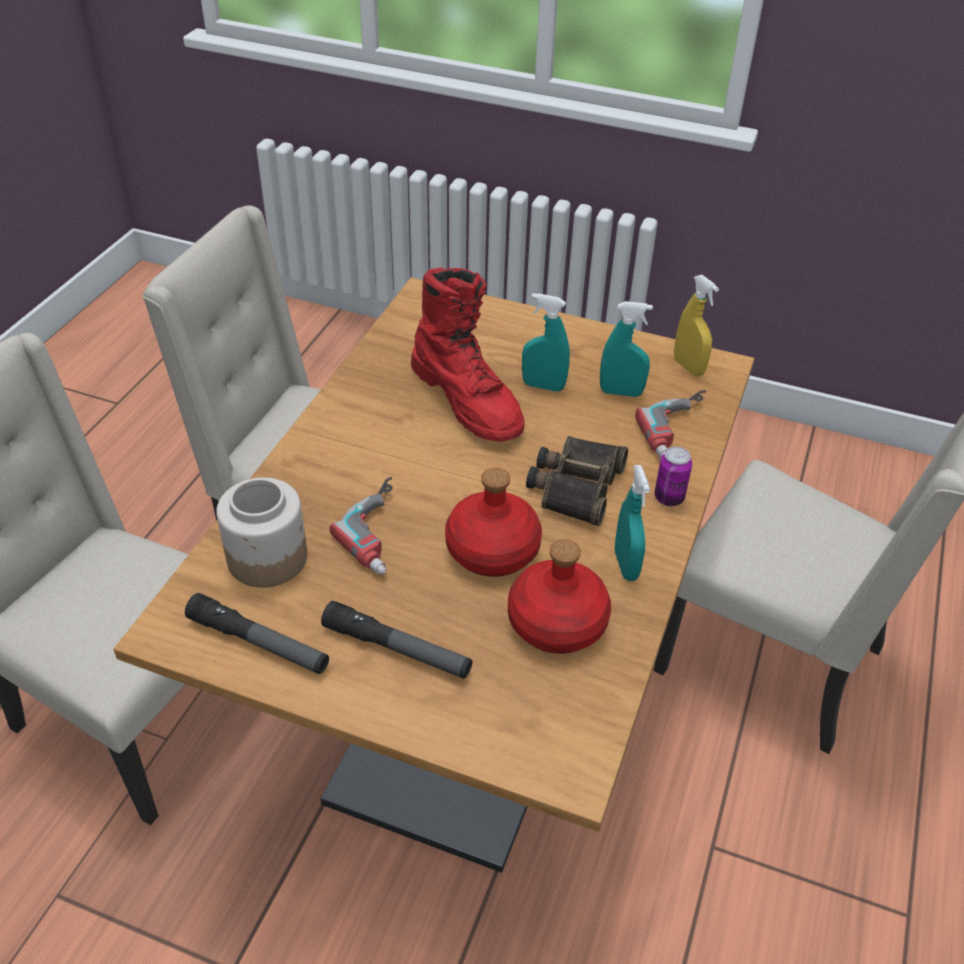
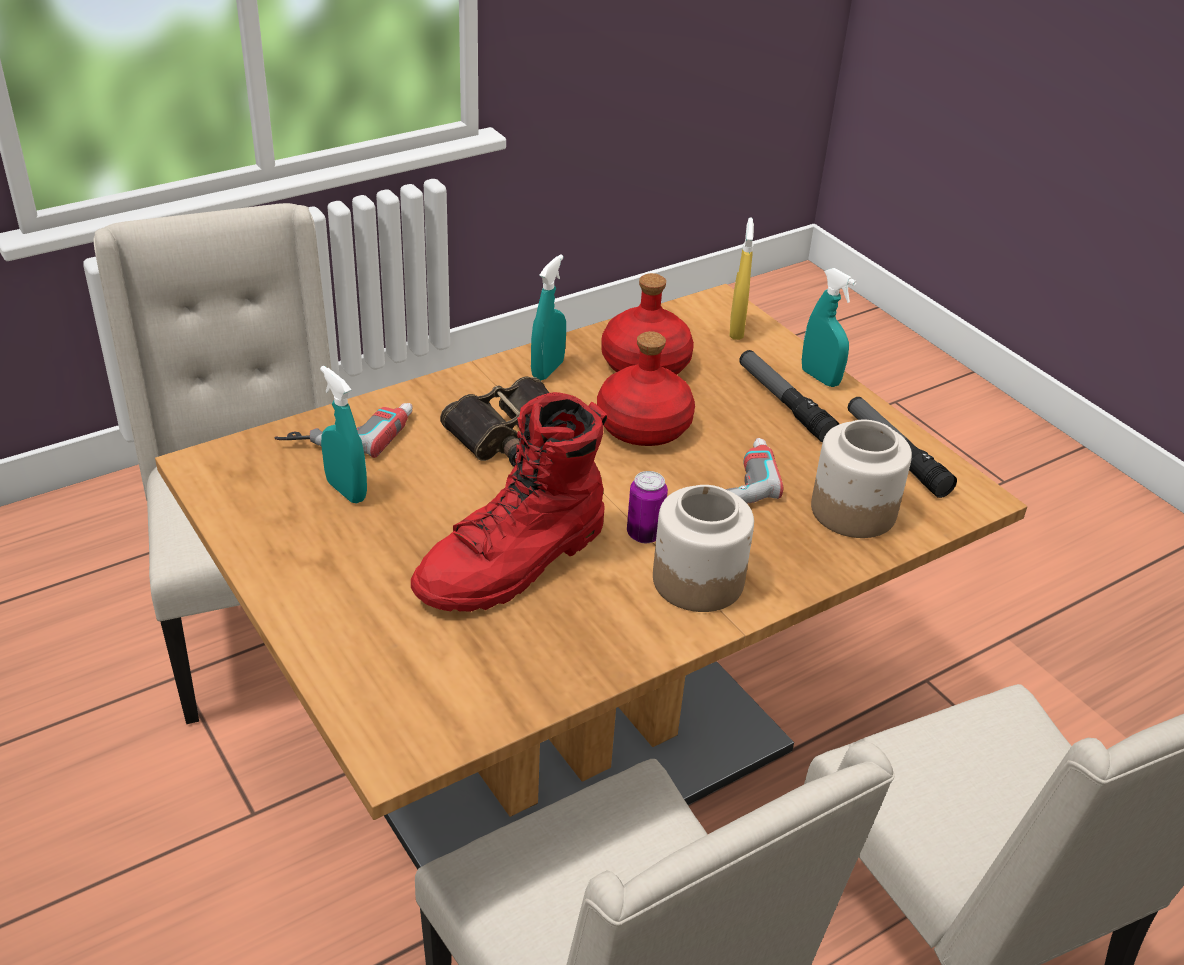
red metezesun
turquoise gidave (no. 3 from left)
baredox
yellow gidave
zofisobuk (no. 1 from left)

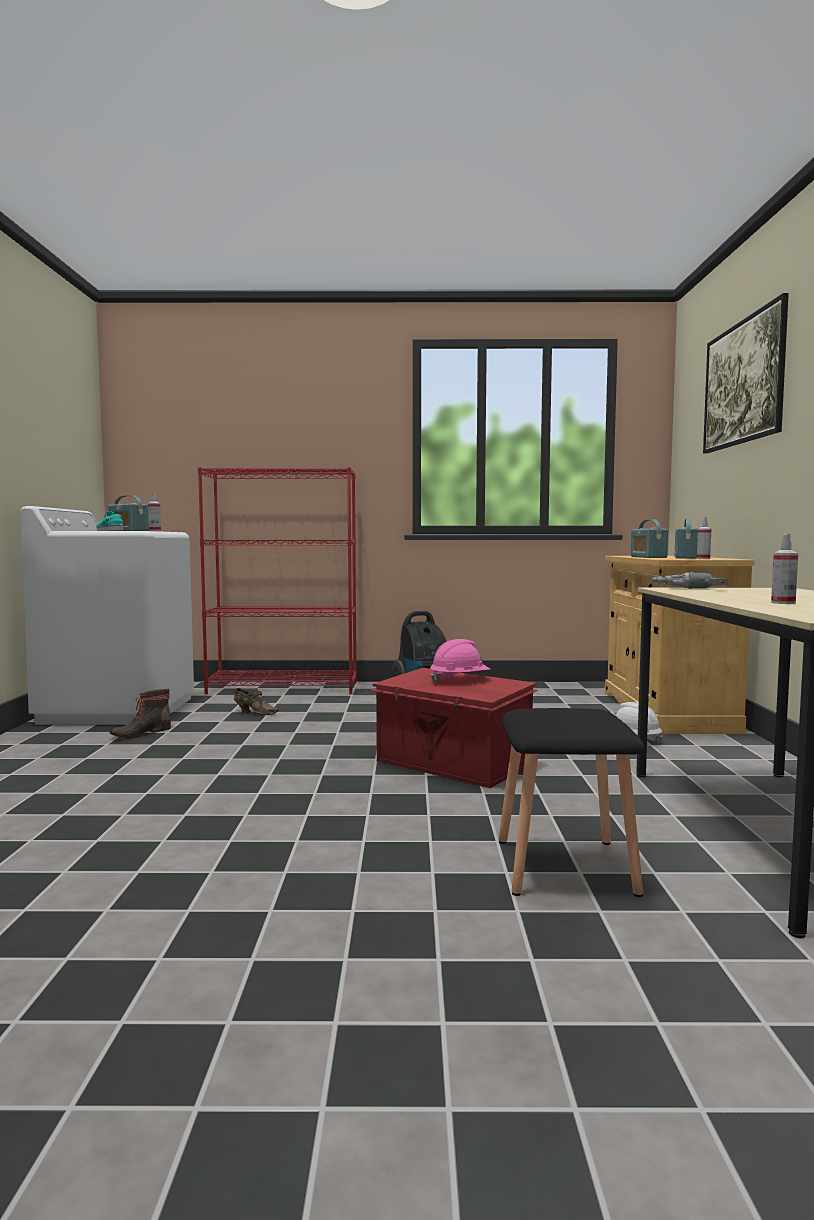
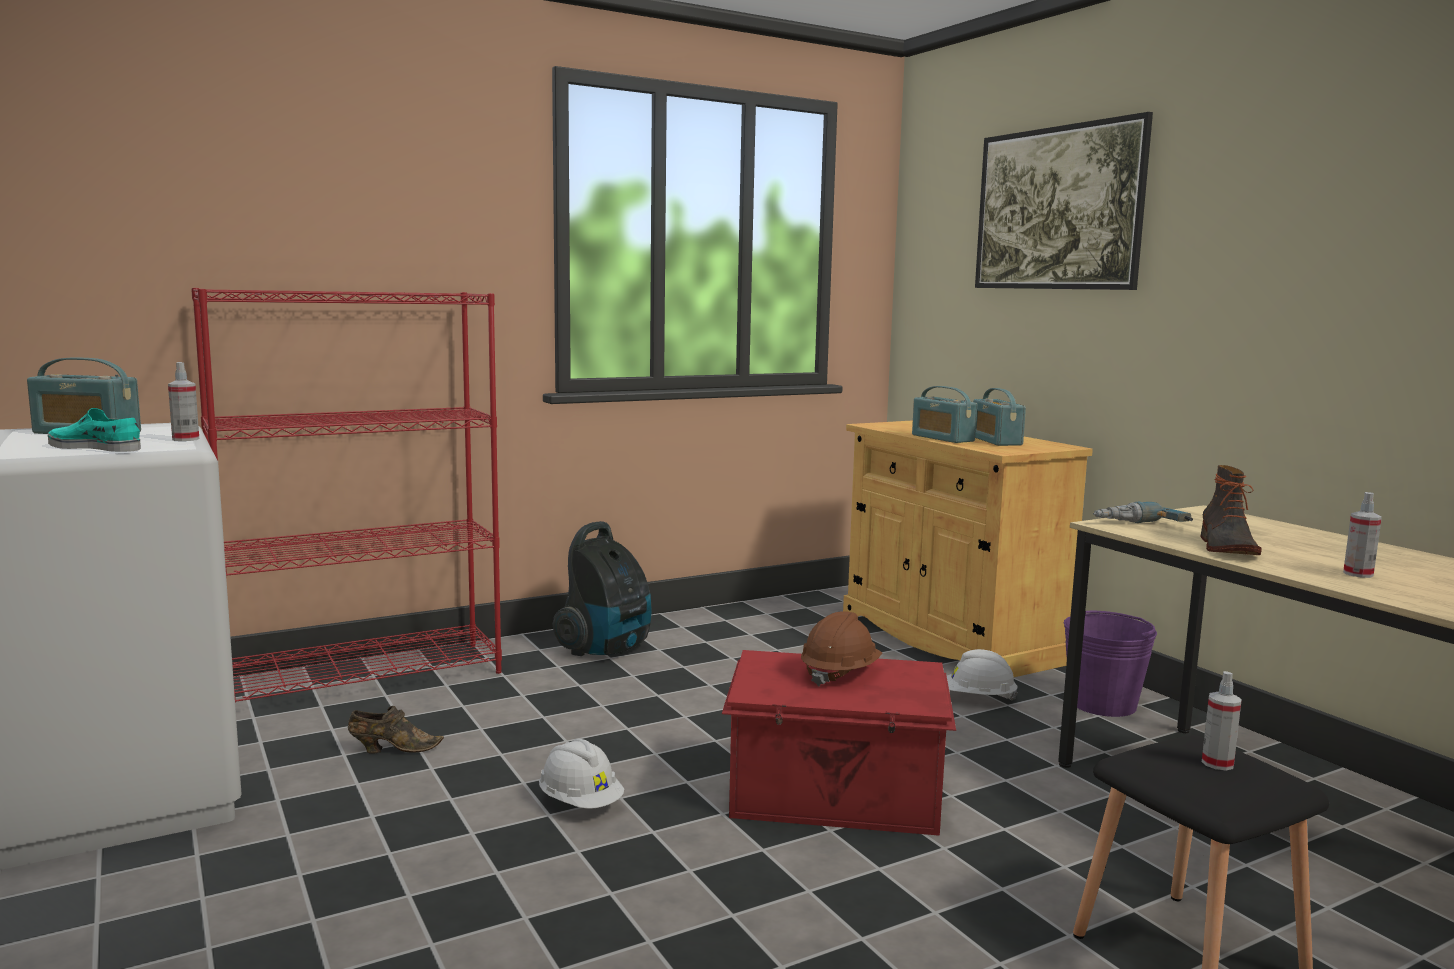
metezesun
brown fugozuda
gidave (no. 2 from left)
white fugozuda (no. 1 from left)
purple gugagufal

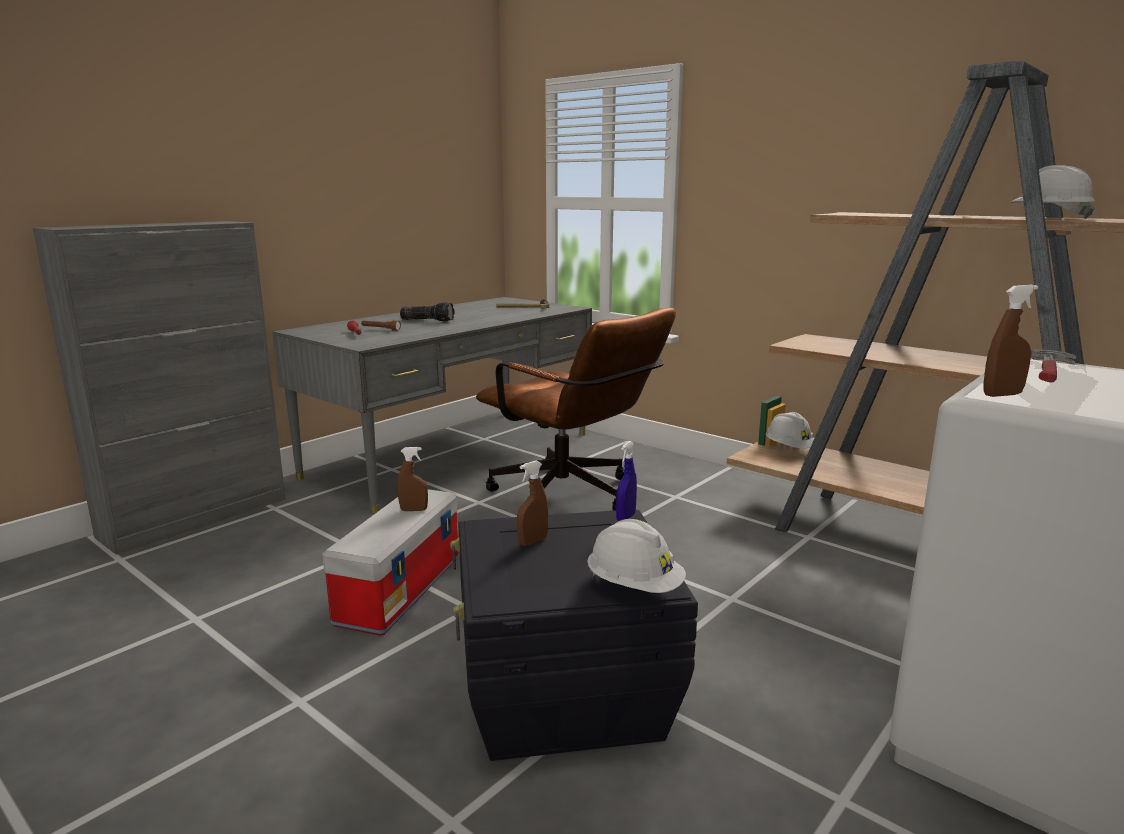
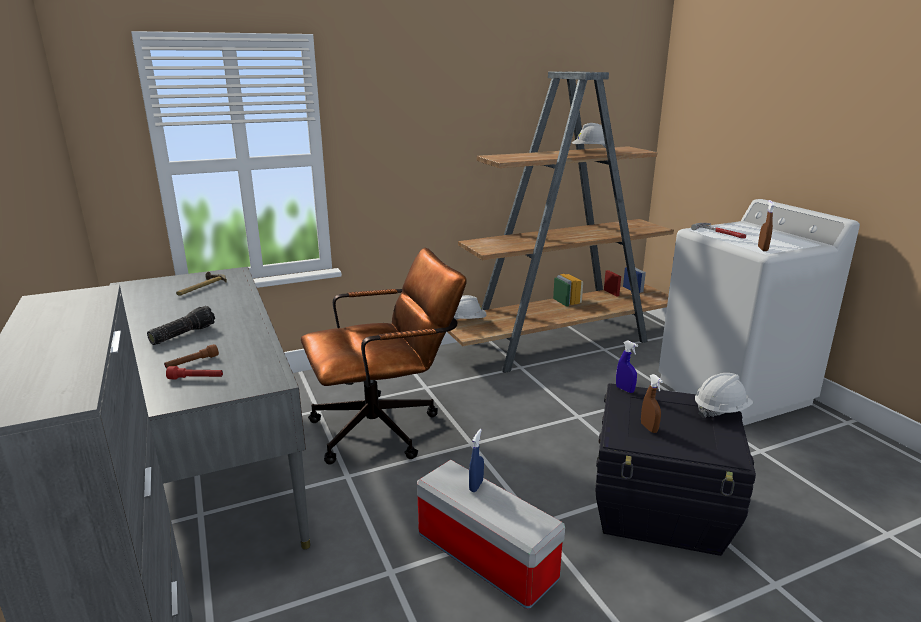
blue gidave (no. 1 from left)

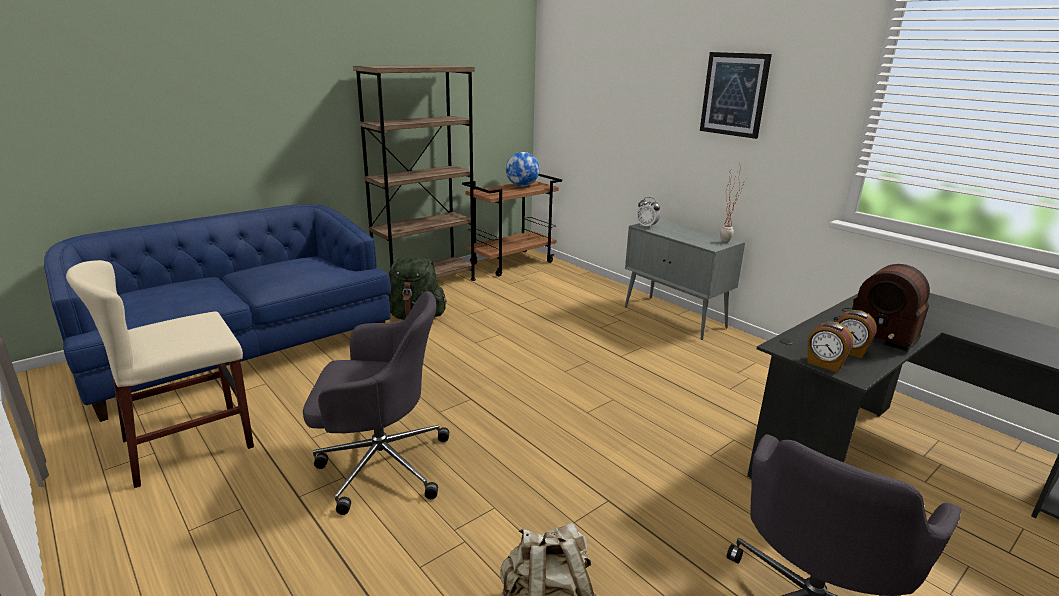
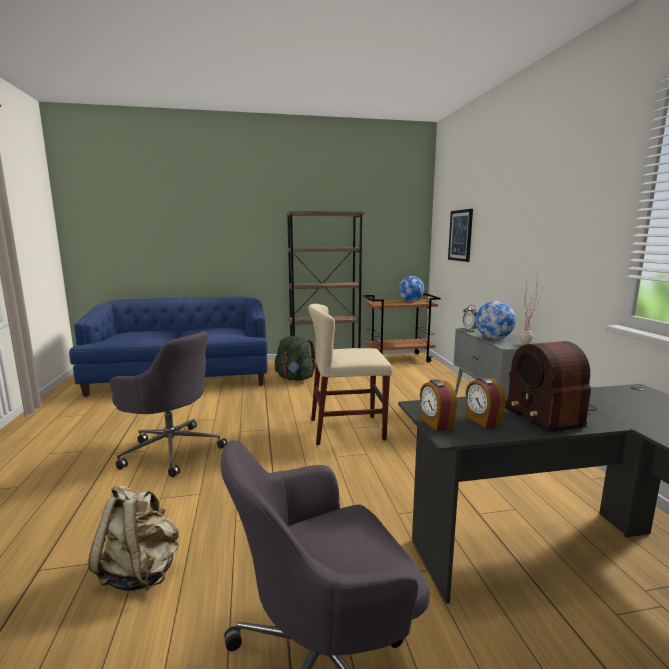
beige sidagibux
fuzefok
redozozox (no. 2 from left)

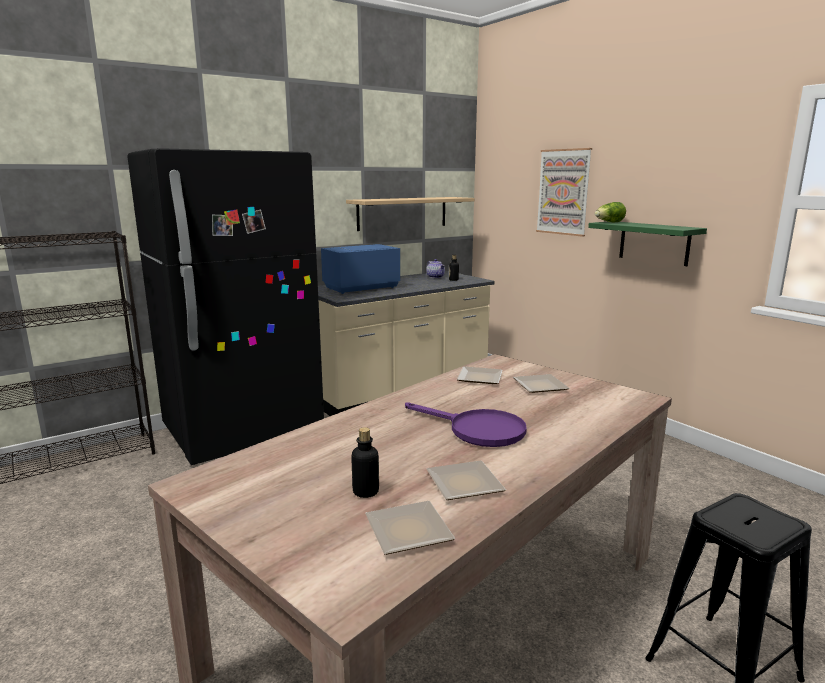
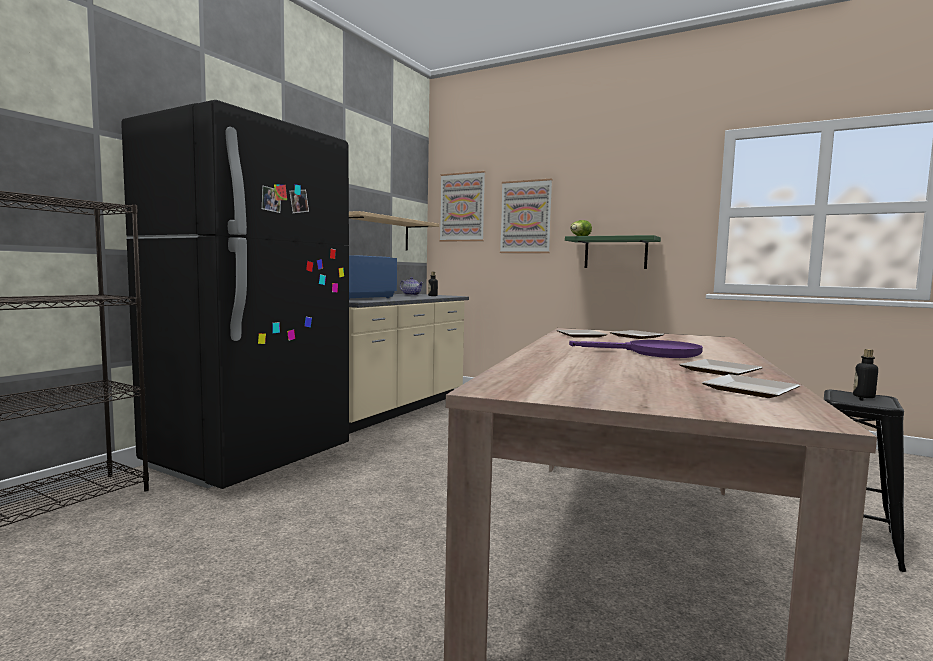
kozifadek (no. 2 from left)
fuzefok (no. 1 from left)

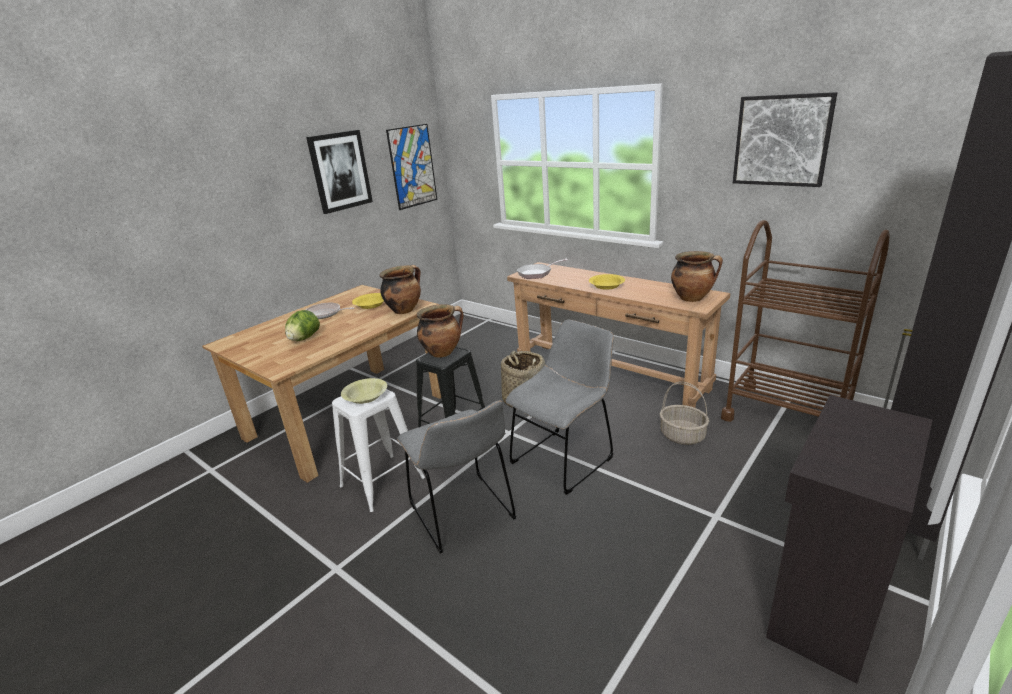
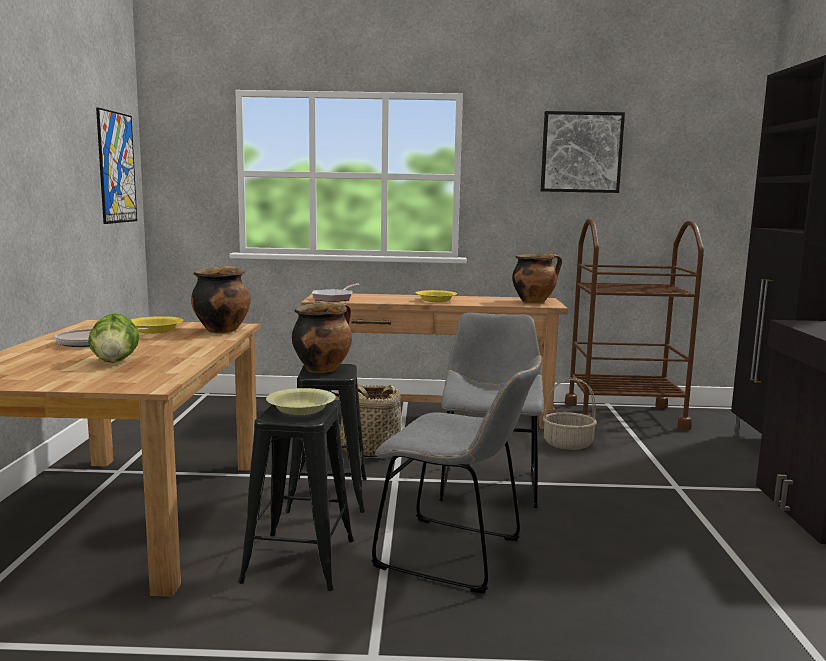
fuzefok (no. 1 from left in the first image)
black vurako (no. 1 from left)

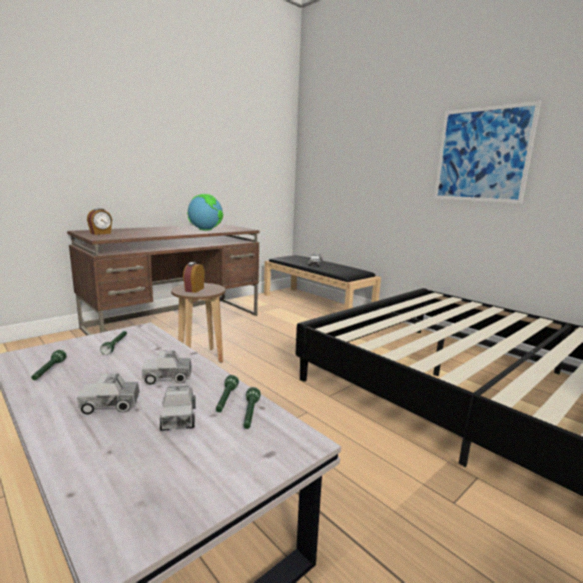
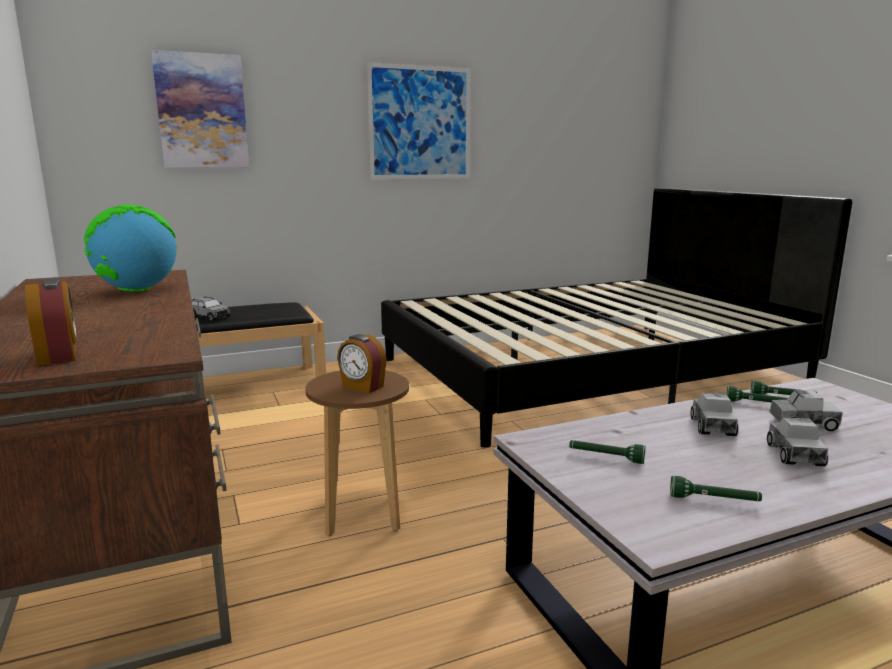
fuzefok (no. 1 from left)

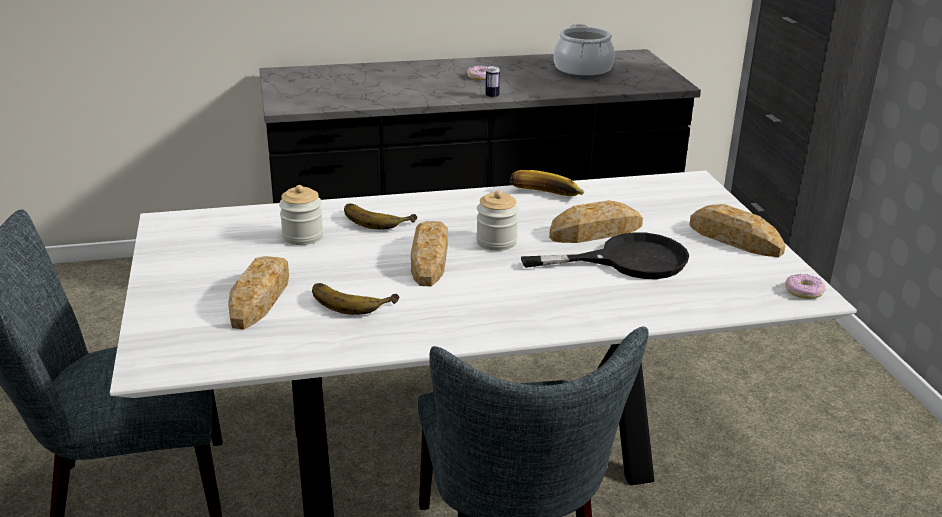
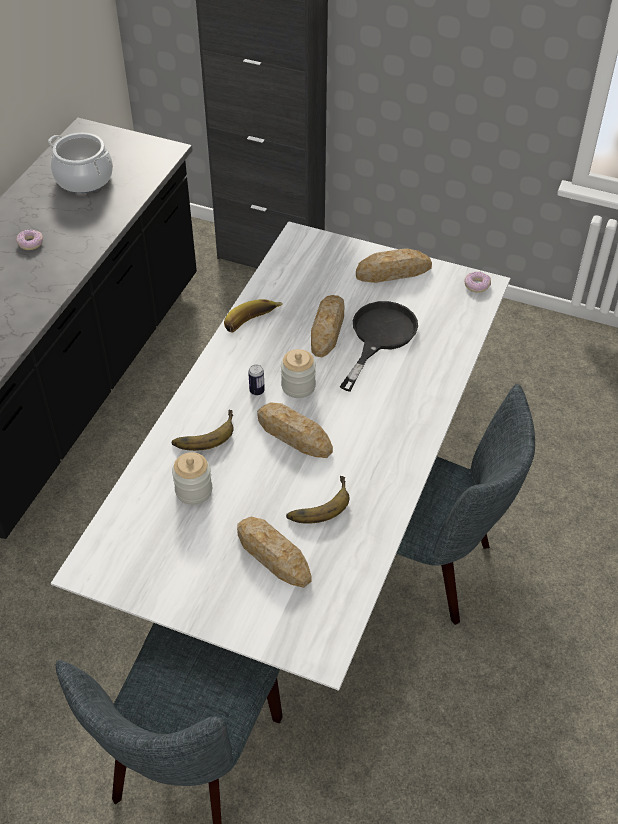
baredox

